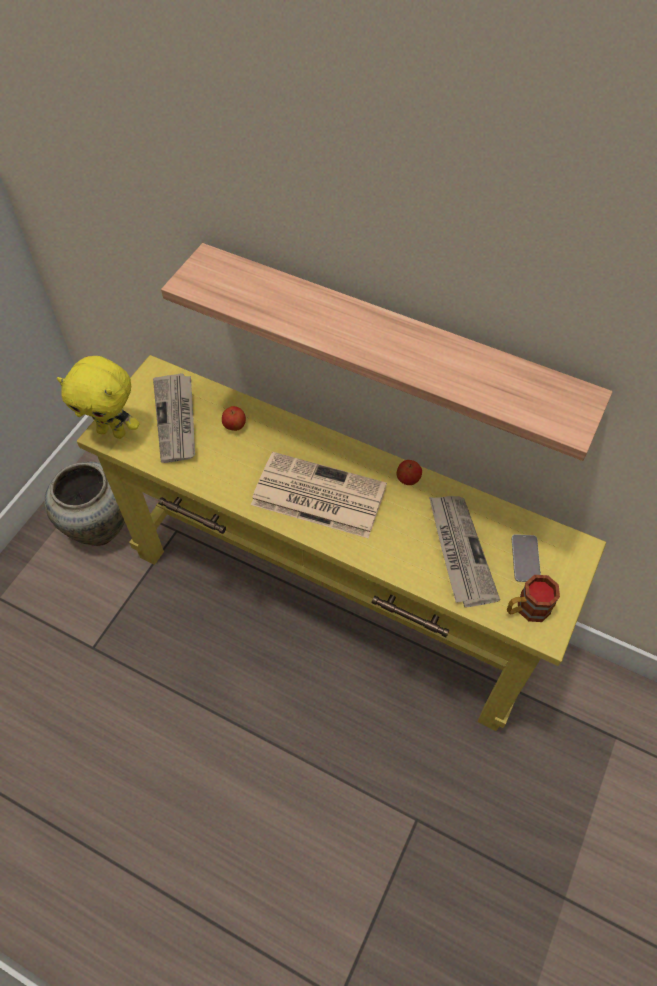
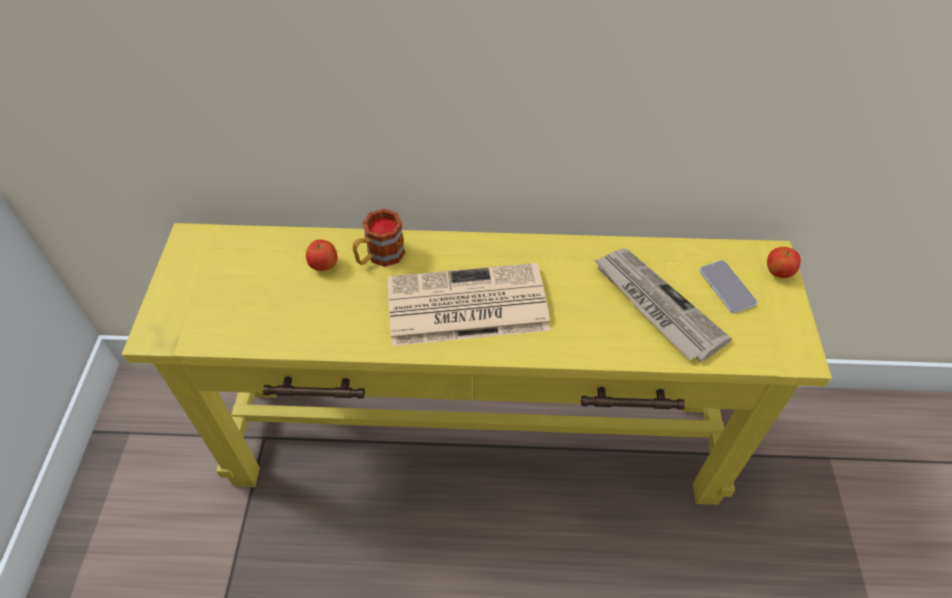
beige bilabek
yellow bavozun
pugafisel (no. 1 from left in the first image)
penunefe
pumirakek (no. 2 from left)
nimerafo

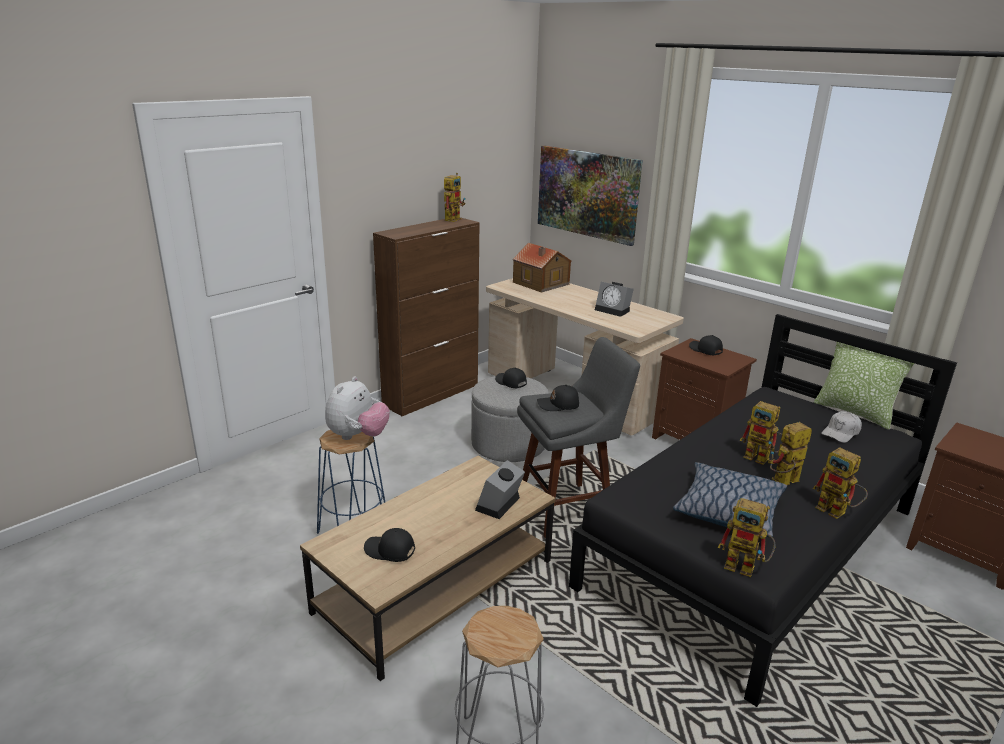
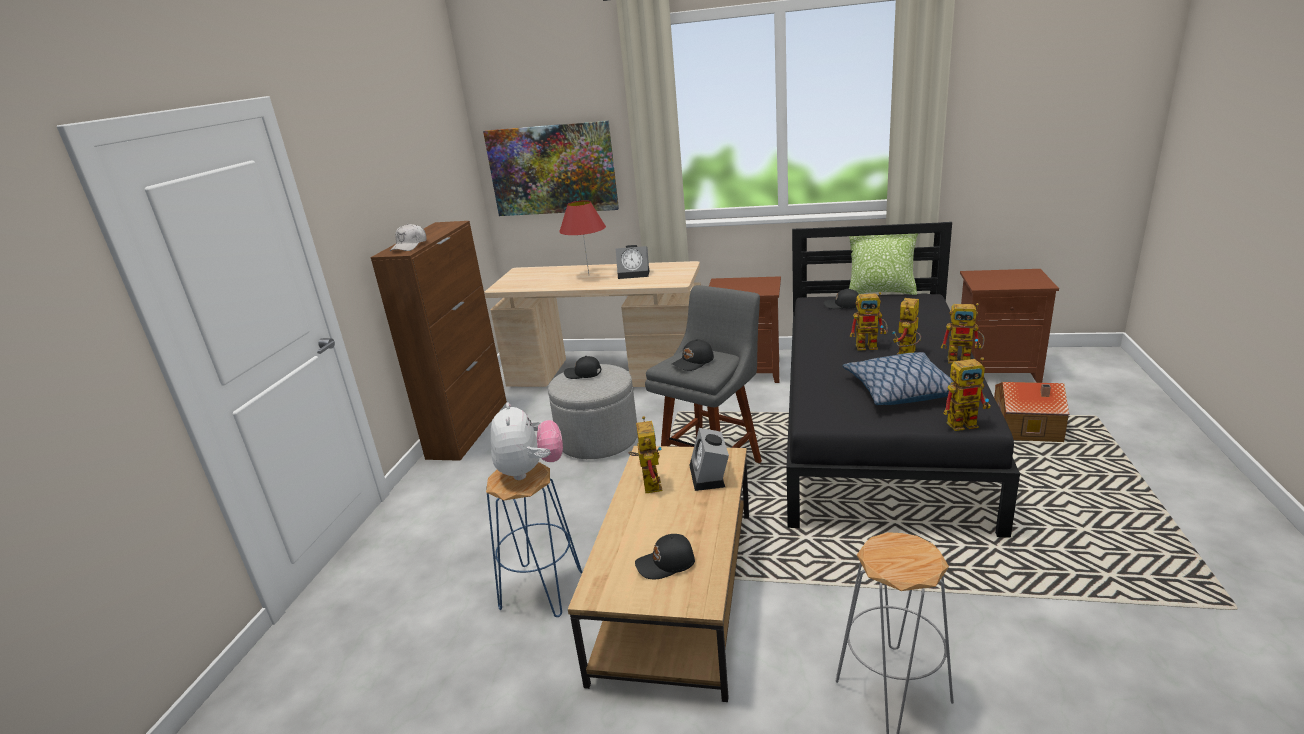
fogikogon (no. 1 from left)
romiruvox
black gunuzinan (no. 4 from left)
white gunuzinan
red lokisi

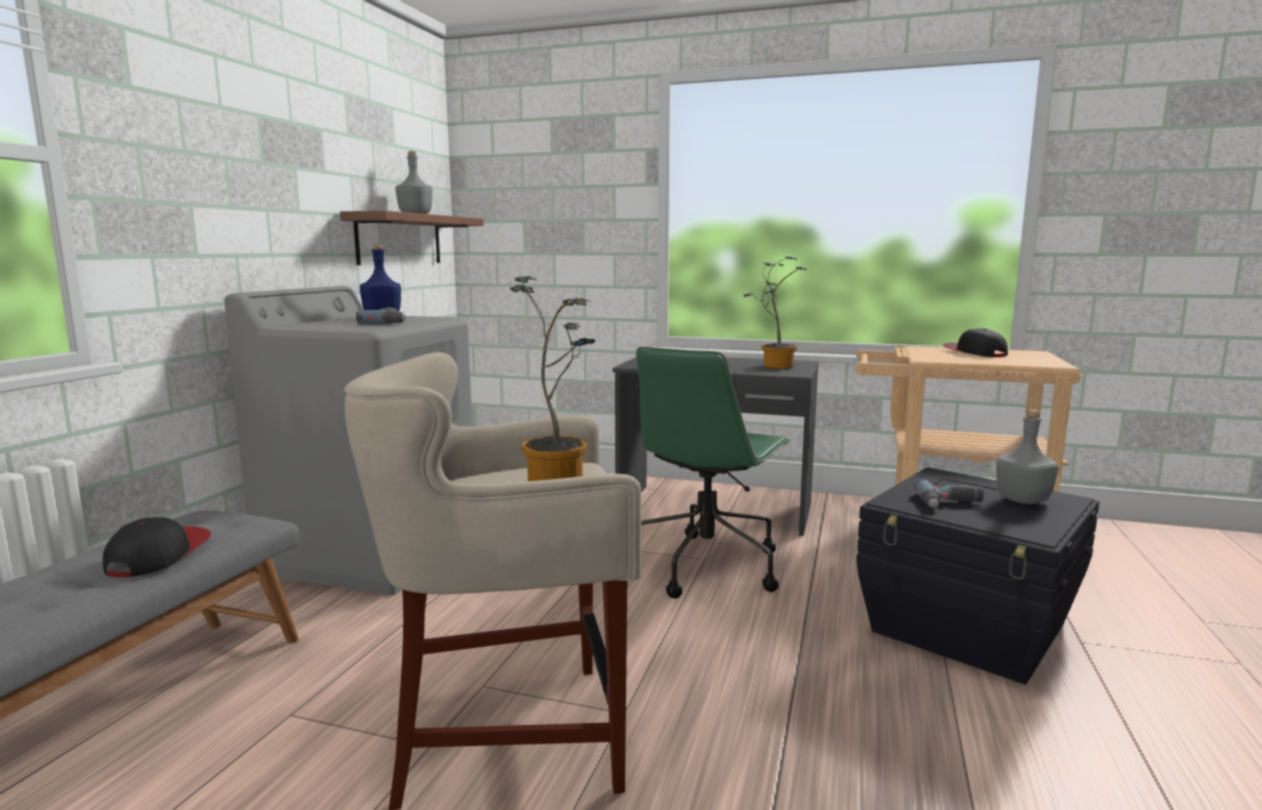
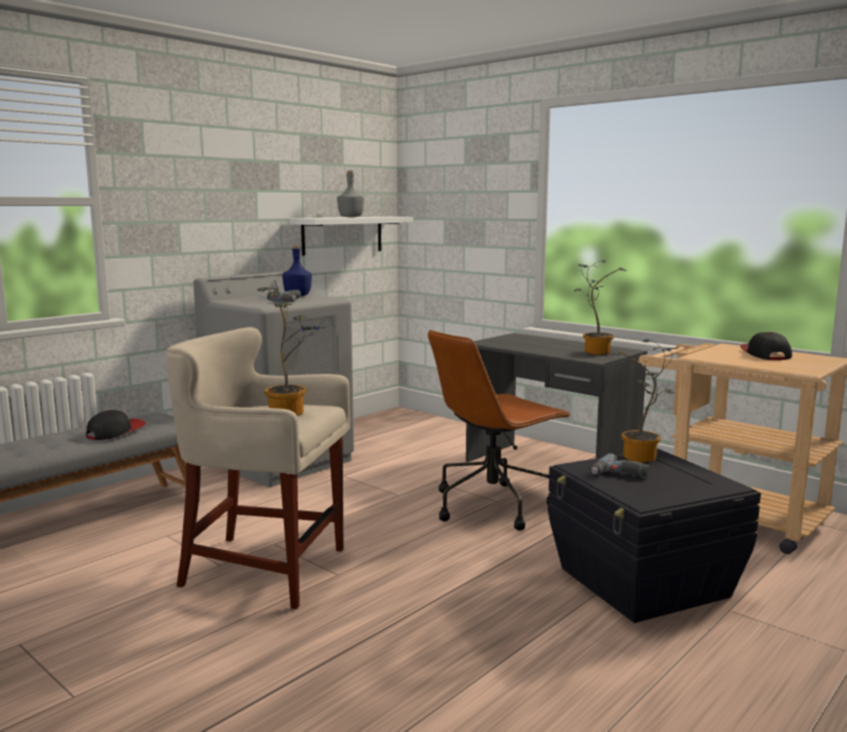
white penunefe
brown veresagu
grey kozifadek (no. 2 from left in the first image)
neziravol (no. 3 from left)

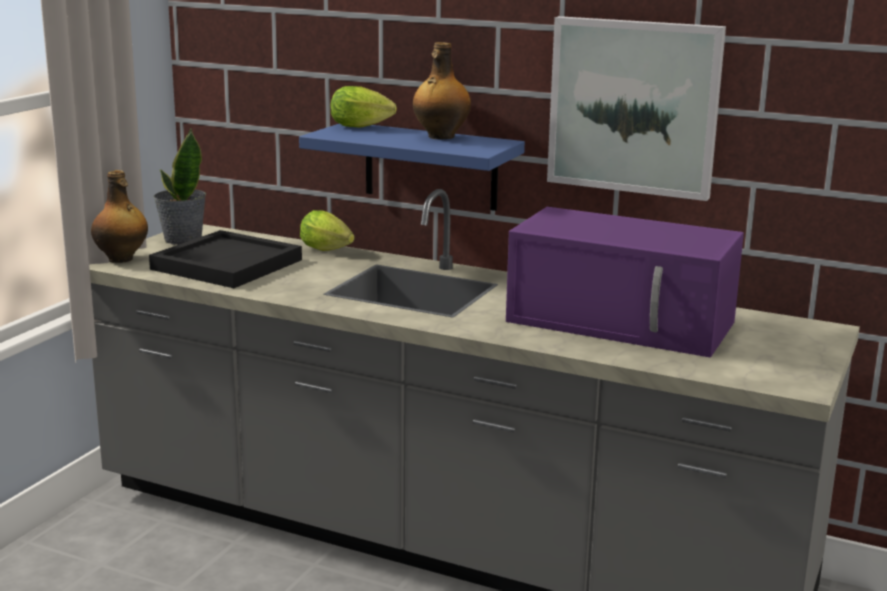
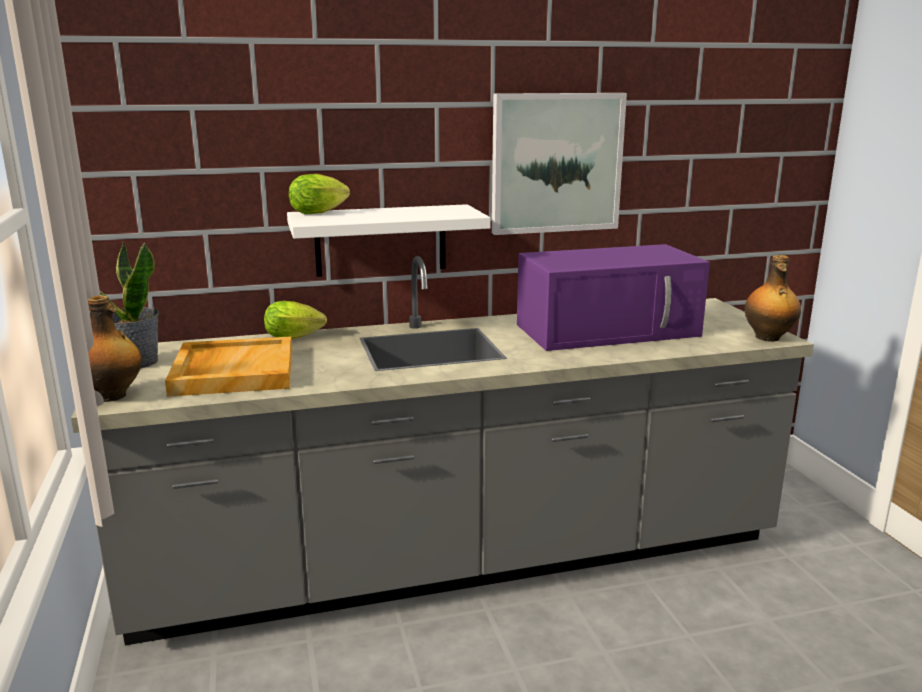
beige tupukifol
white penunefe
kozifadek (no. 2 from left)

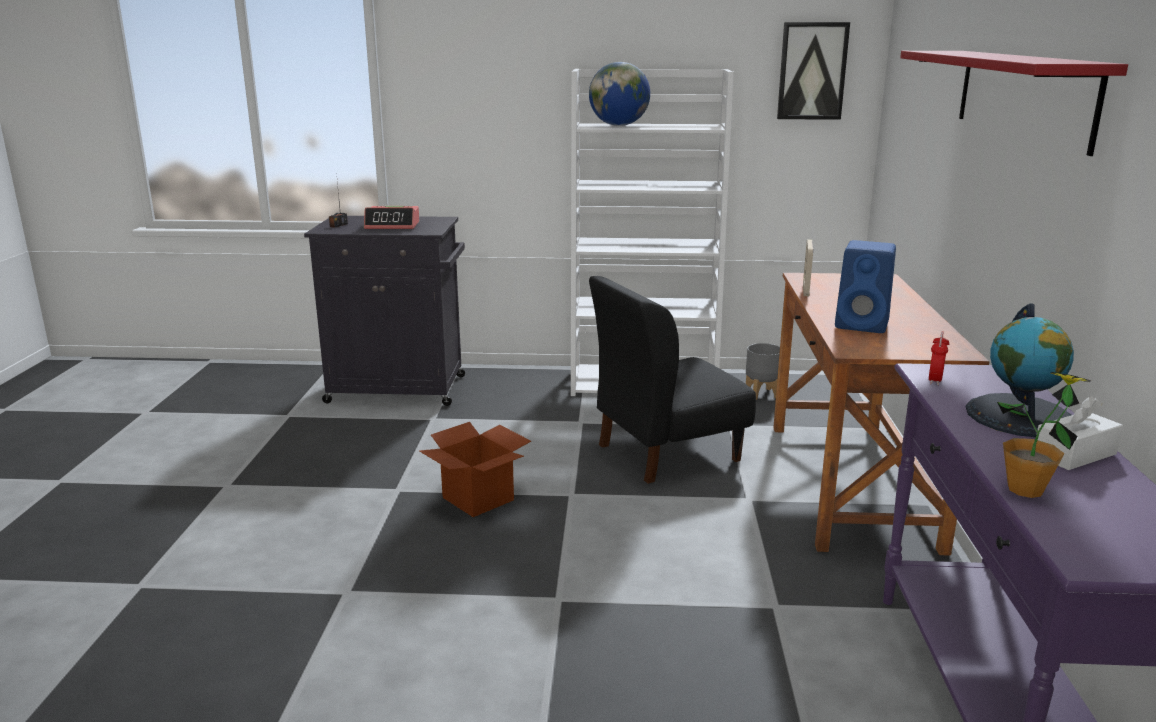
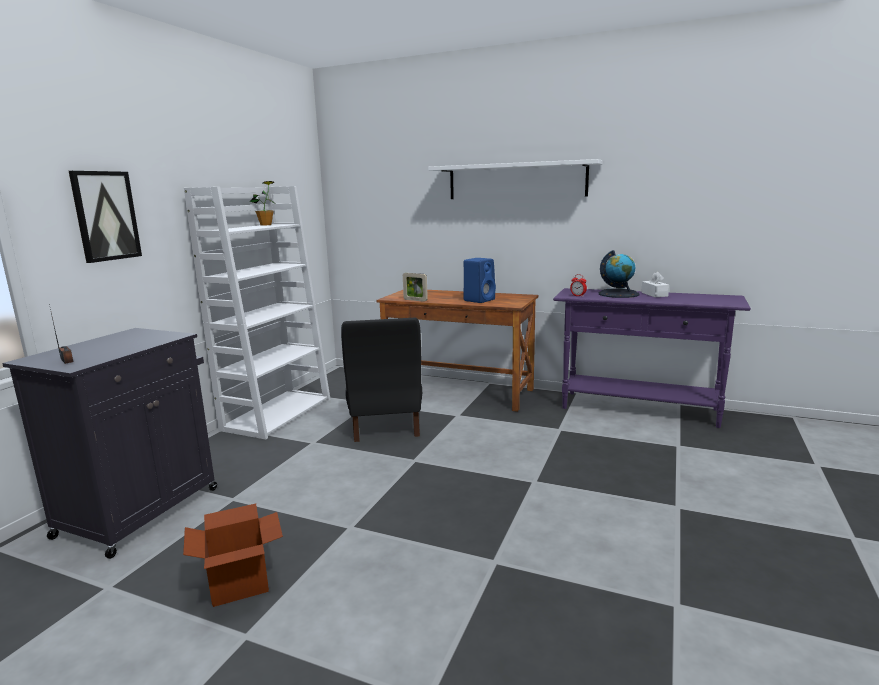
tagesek (no. 1 from left in the first image)
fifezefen
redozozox (no. 1 from left in the first image)
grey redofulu
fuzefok
white penunefe
neziravol

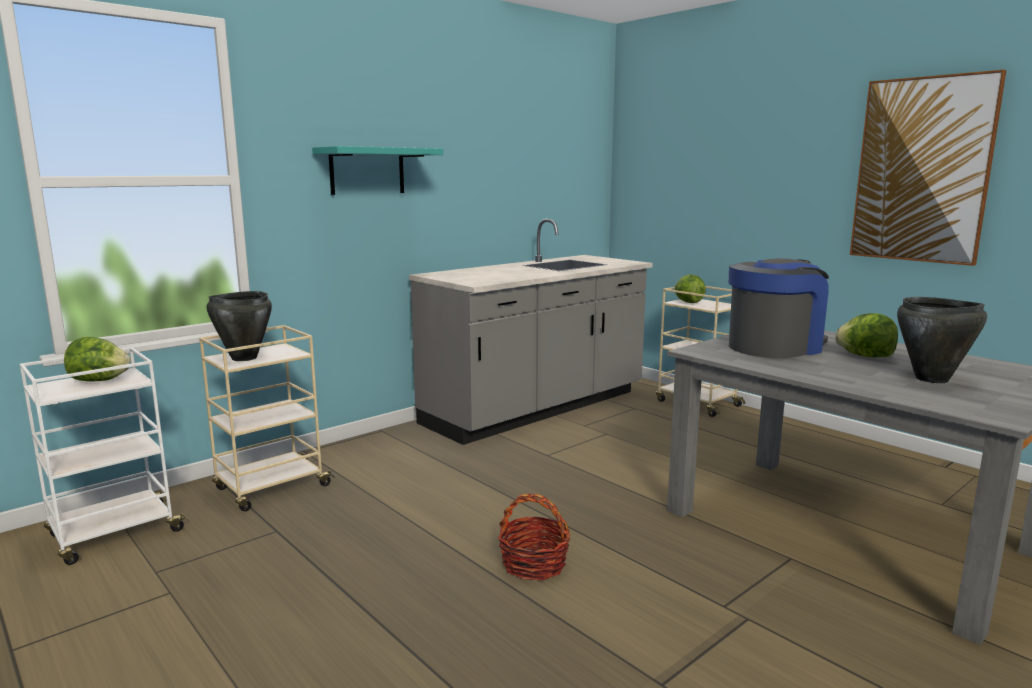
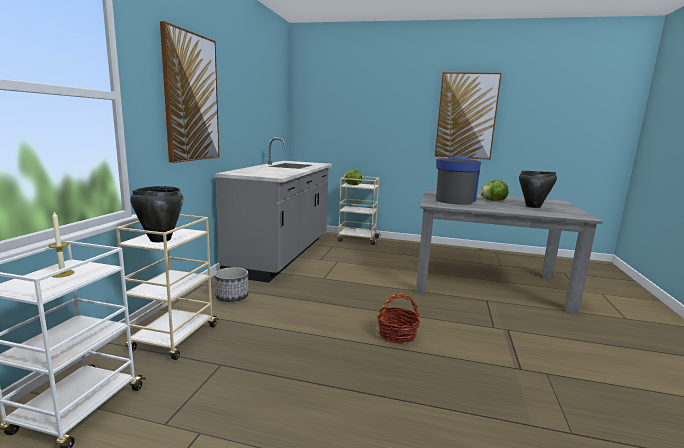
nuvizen
fuzefok (no. 1 from left)
redofulu

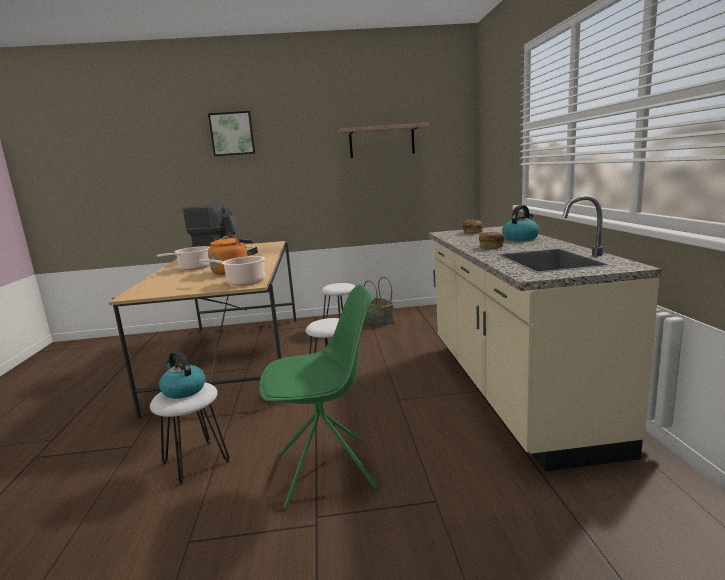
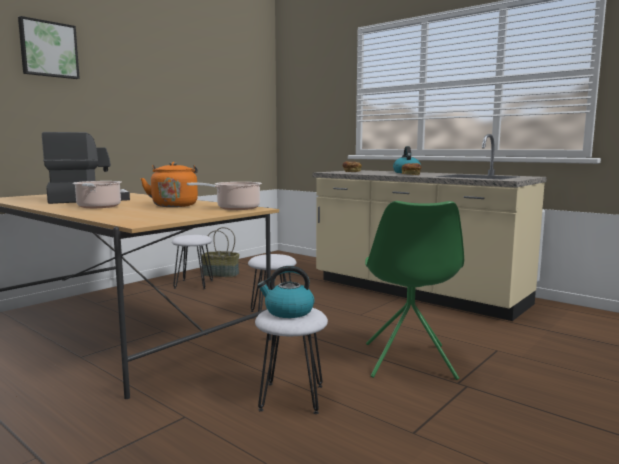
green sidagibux
penunefe

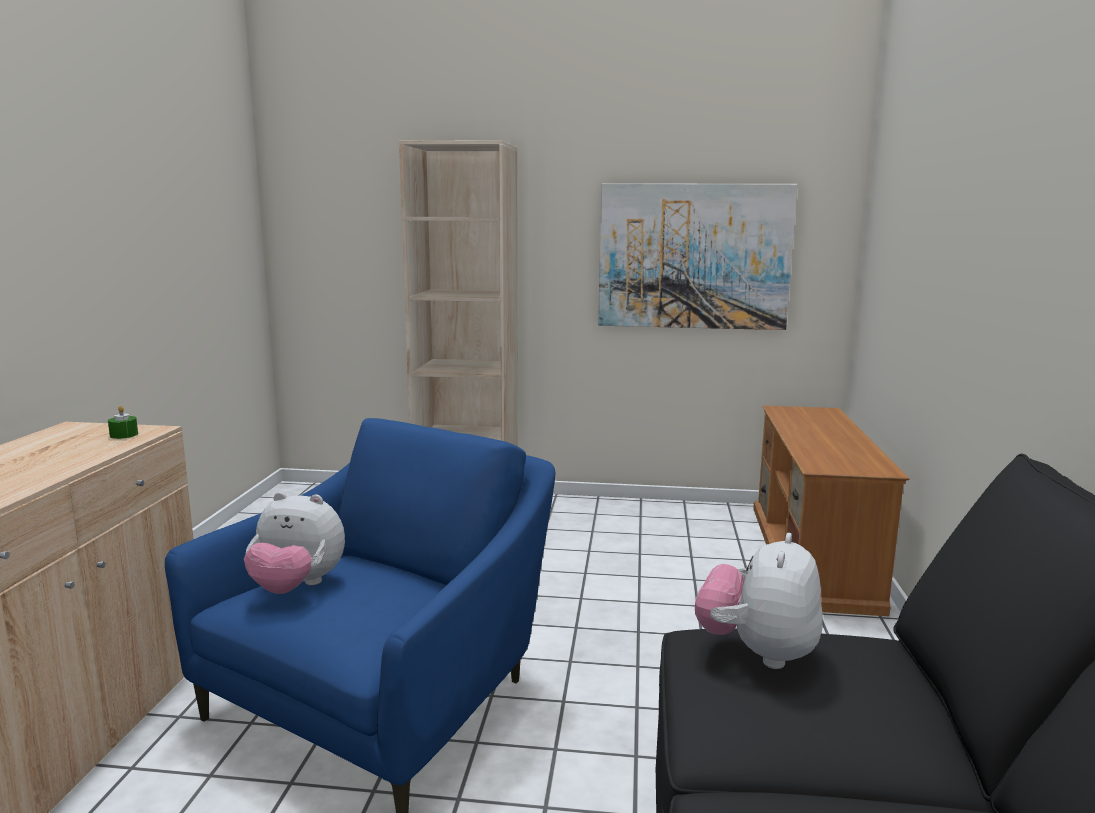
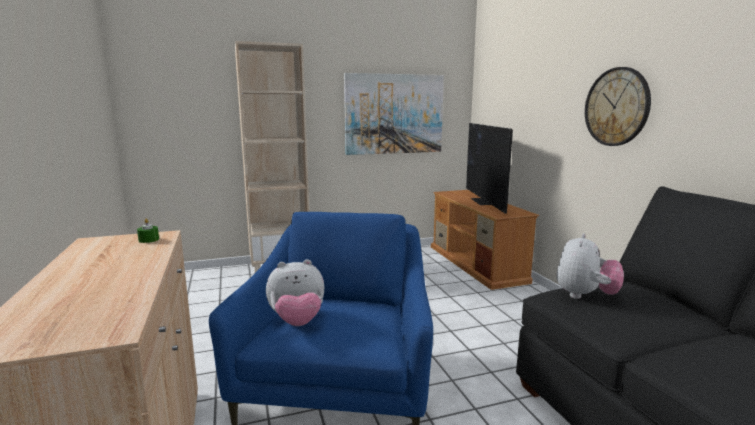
bavozun (no. 2 from left)
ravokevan
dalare

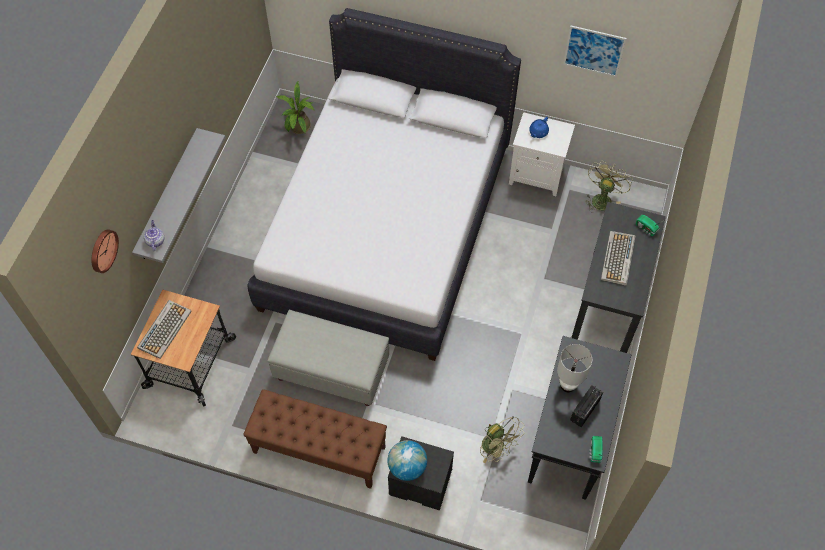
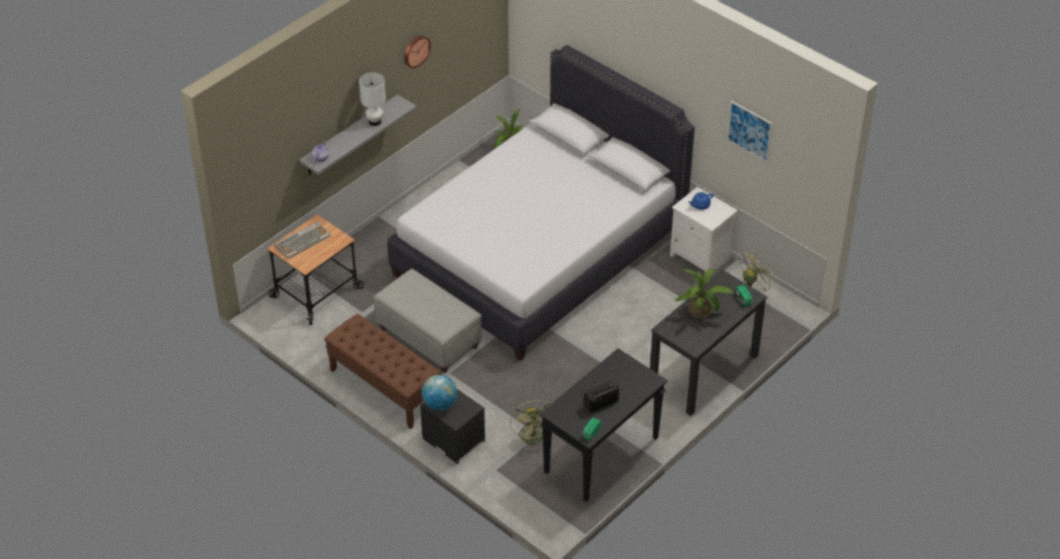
dalare
white lokisi
neziravol (no. 2 from left)

